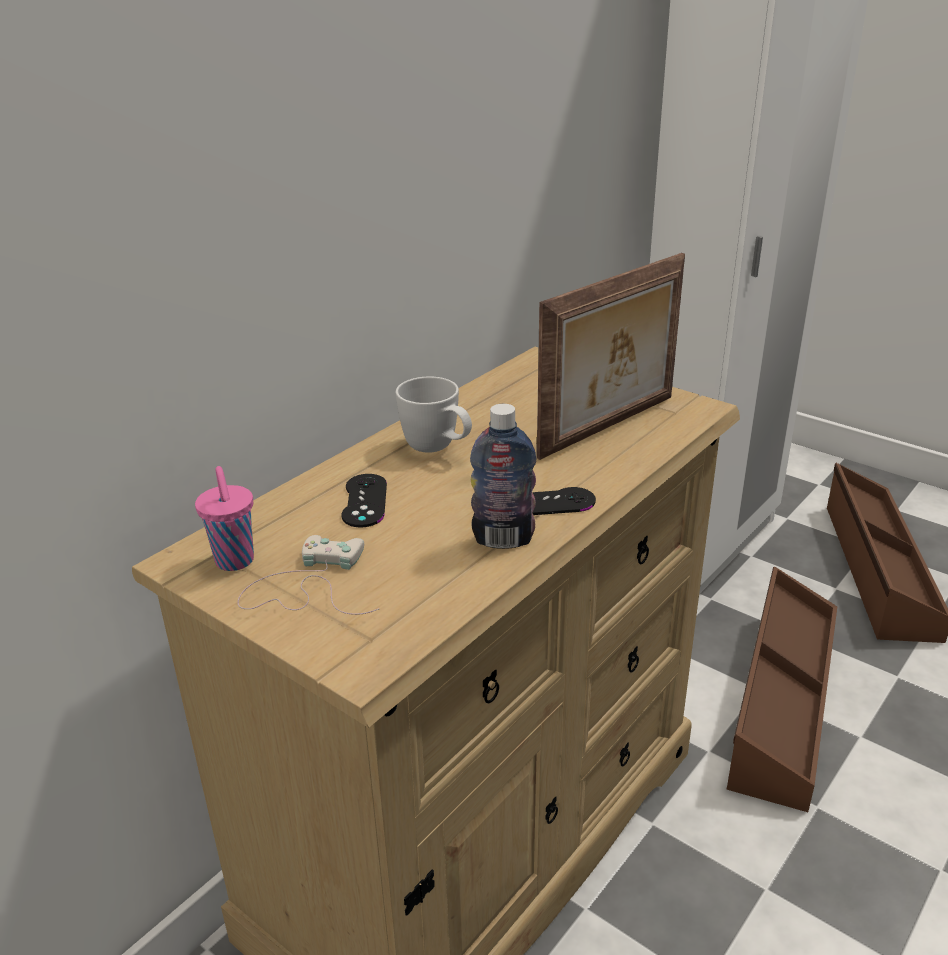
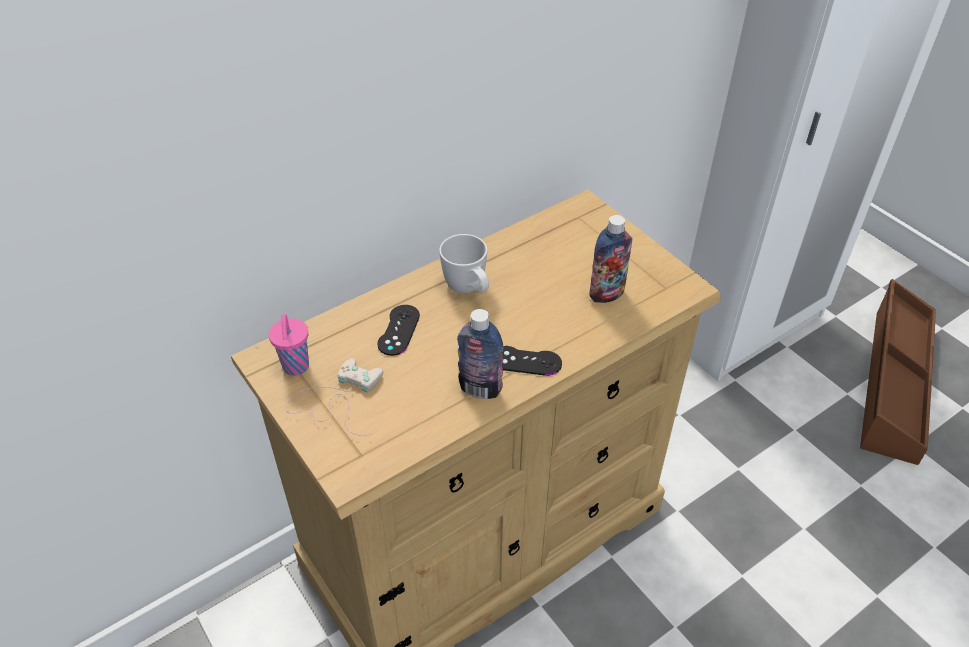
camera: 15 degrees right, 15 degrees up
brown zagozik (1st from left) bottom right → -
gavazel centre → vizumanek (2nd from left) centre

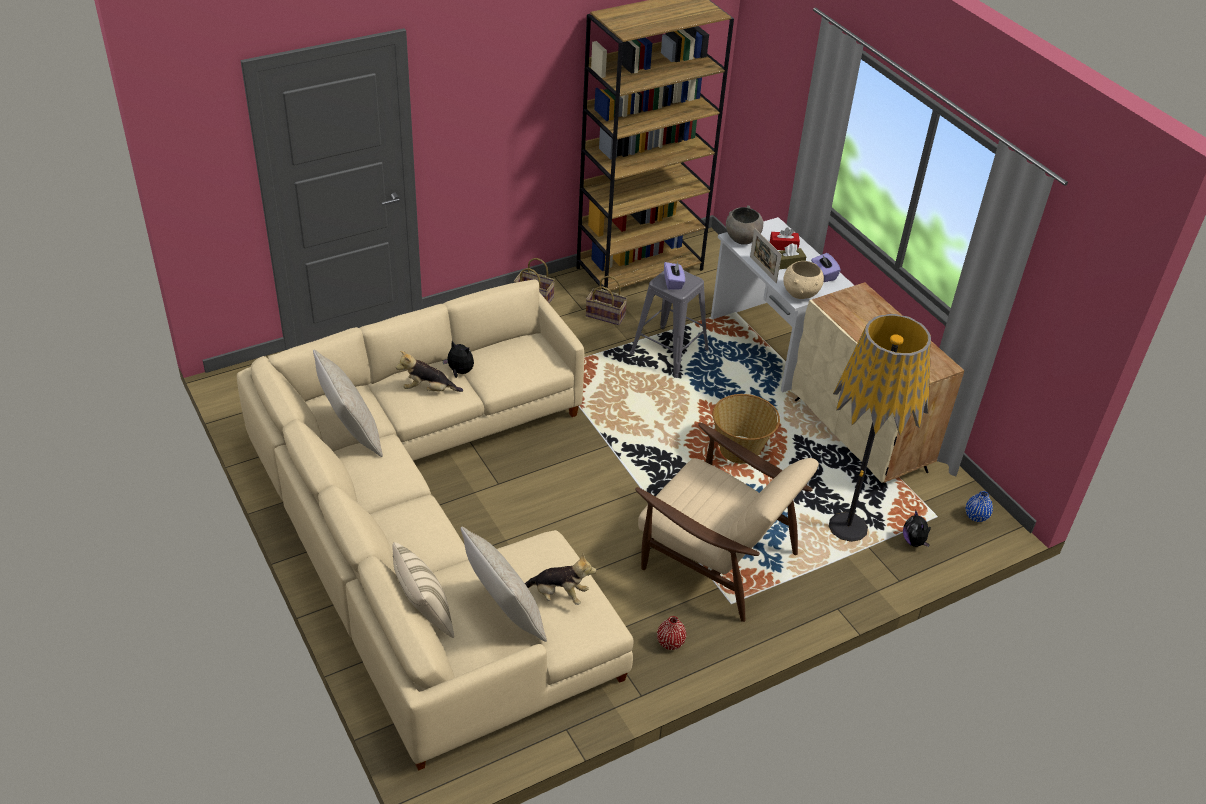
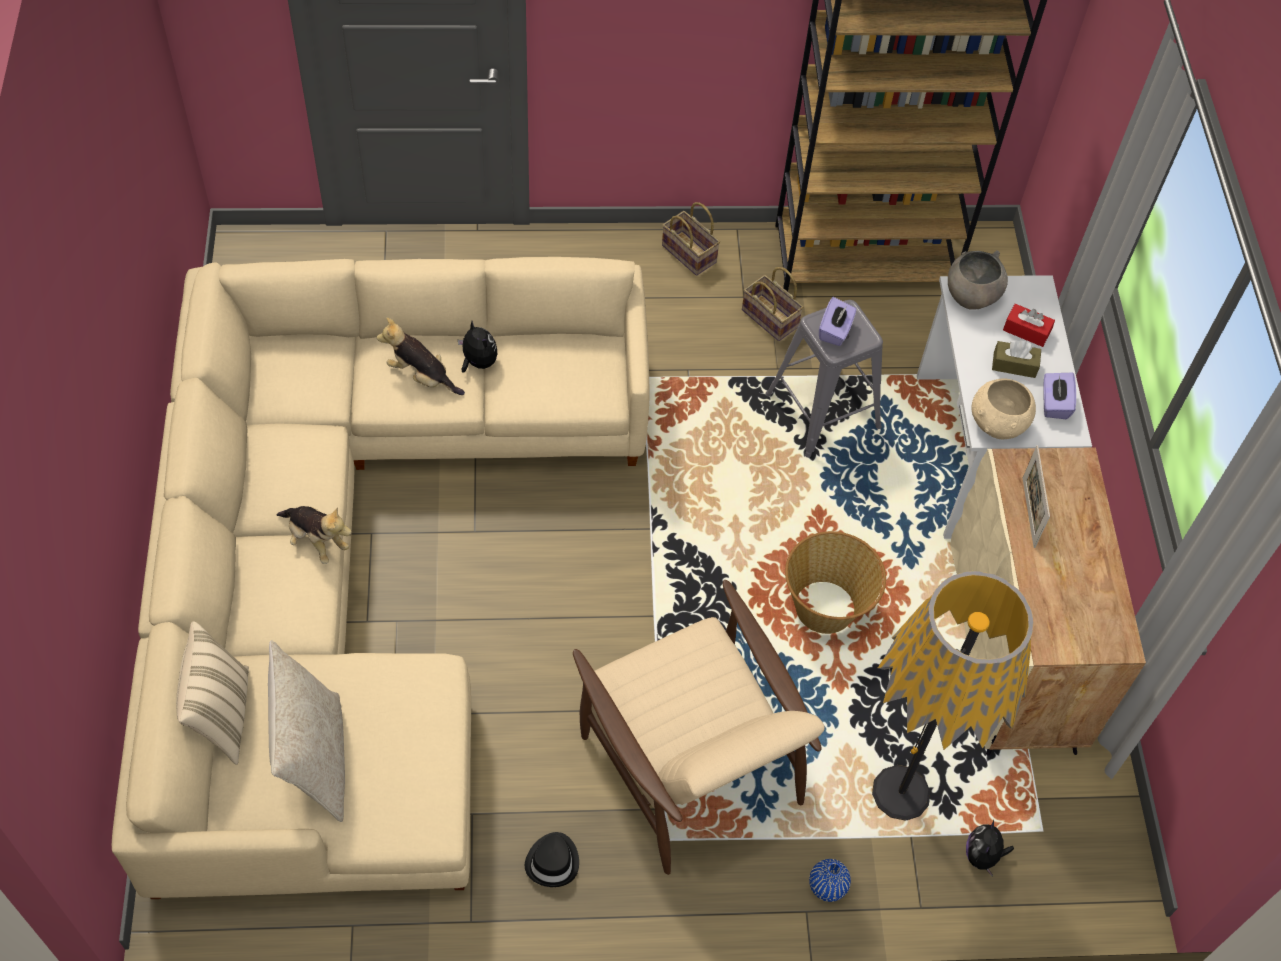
camera: 25 degrees right, 15 degrees up
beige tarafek (1st from left) middle left → -
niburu (3rd from left in the first image) bottom centre → niburu (1st from left) middle left, moved
gavazel top centre → gavazel middle right, moved
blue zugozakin middle right → blue zugozakin bottom centre, moved
red zugozakin bottom centre → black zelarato bottom centre

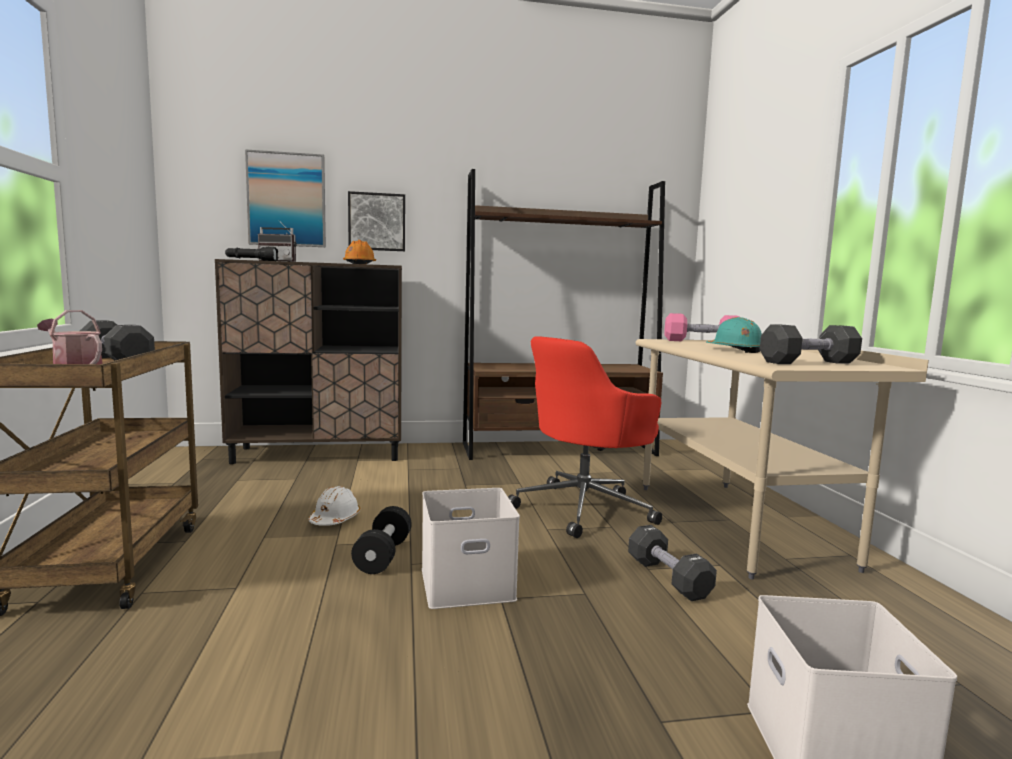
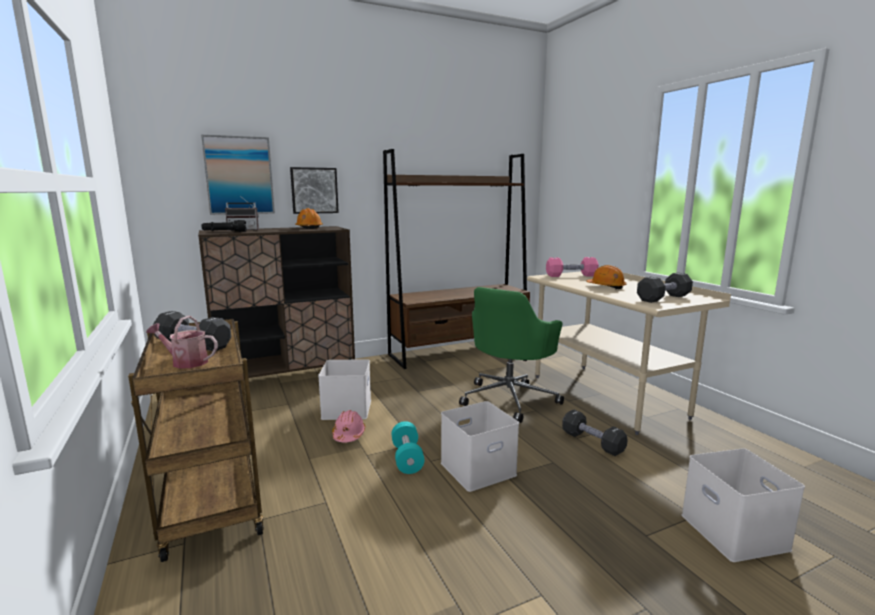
camera: 15 degrees left, 5 degrees up
- → white zagozik (1st from left) centre
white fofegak bottom left → pink fofegak bottom centre
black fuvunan (2nd from left) bottom centre → turquoise fuvunan bottom centre
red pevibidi centre → green pevibidi centre
turquoise fofegak middle right → orange fofegak (2nd from left) middle right

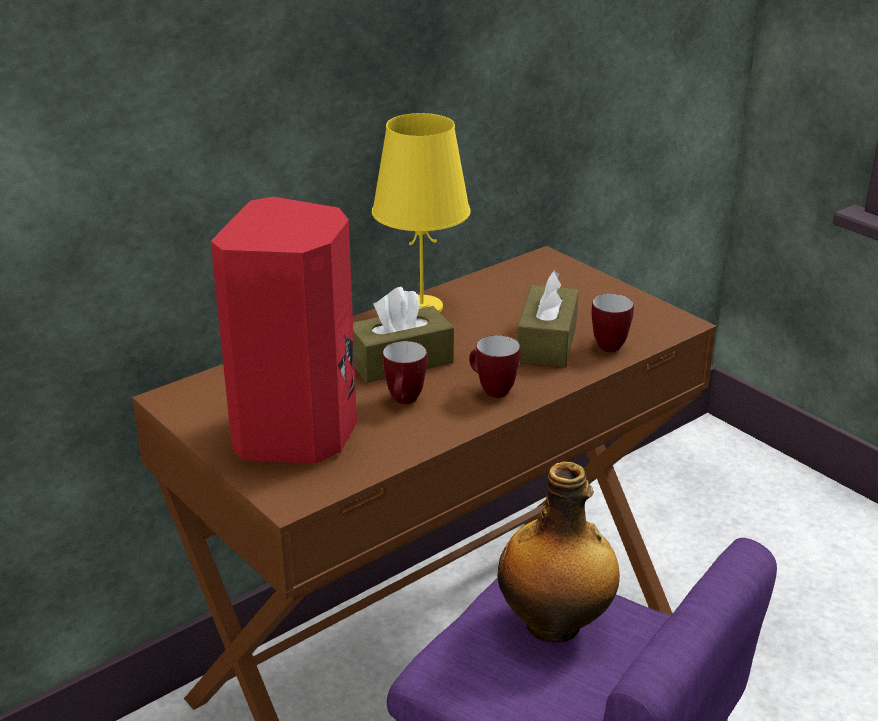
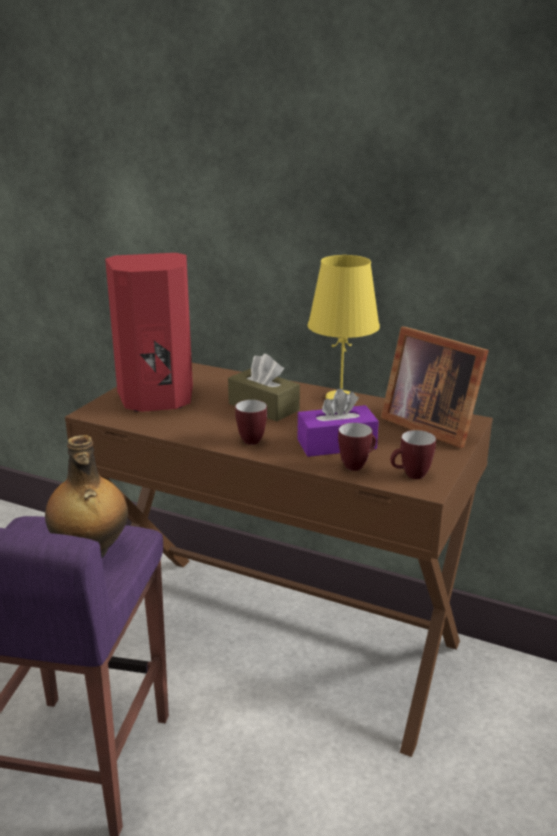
camera: 65 degrees right, 5 degrees down
- → gavazel middle right
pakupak (1st from left in the first image) centre → pakupak (3rd from left) middle right, moved
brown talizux (2nd from left) centre → purple talizux centre

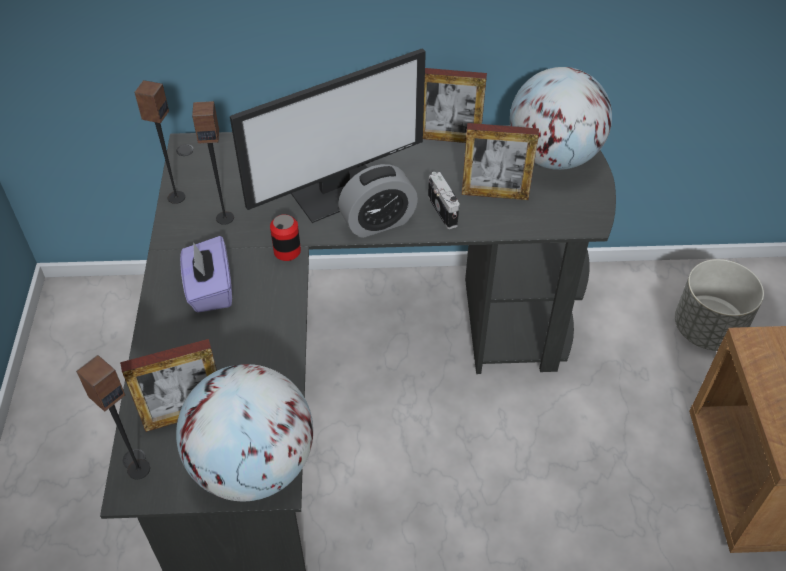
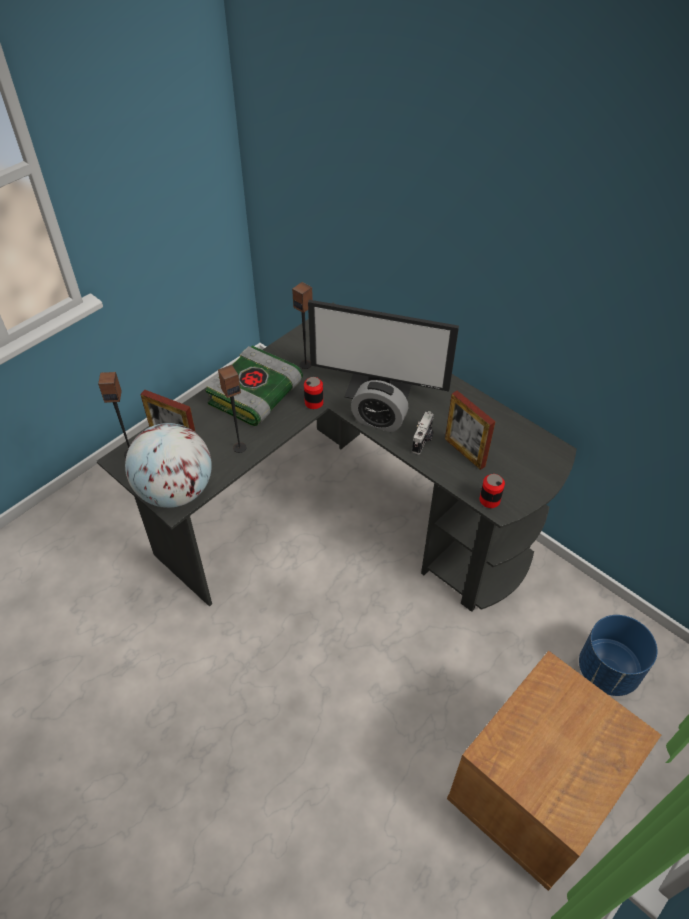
camera: 45 degrees right, 0 degrees up
gavazel (2nd from left) top centre → -
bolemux (2nd from left) top right → -
- → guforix (2nd from left) middle right
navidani (2nd from left) top left → navidani (2nd from left) centre, moved
purple talizux middle left → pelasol centre
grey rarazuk middle right → blue rarazuk bottom right

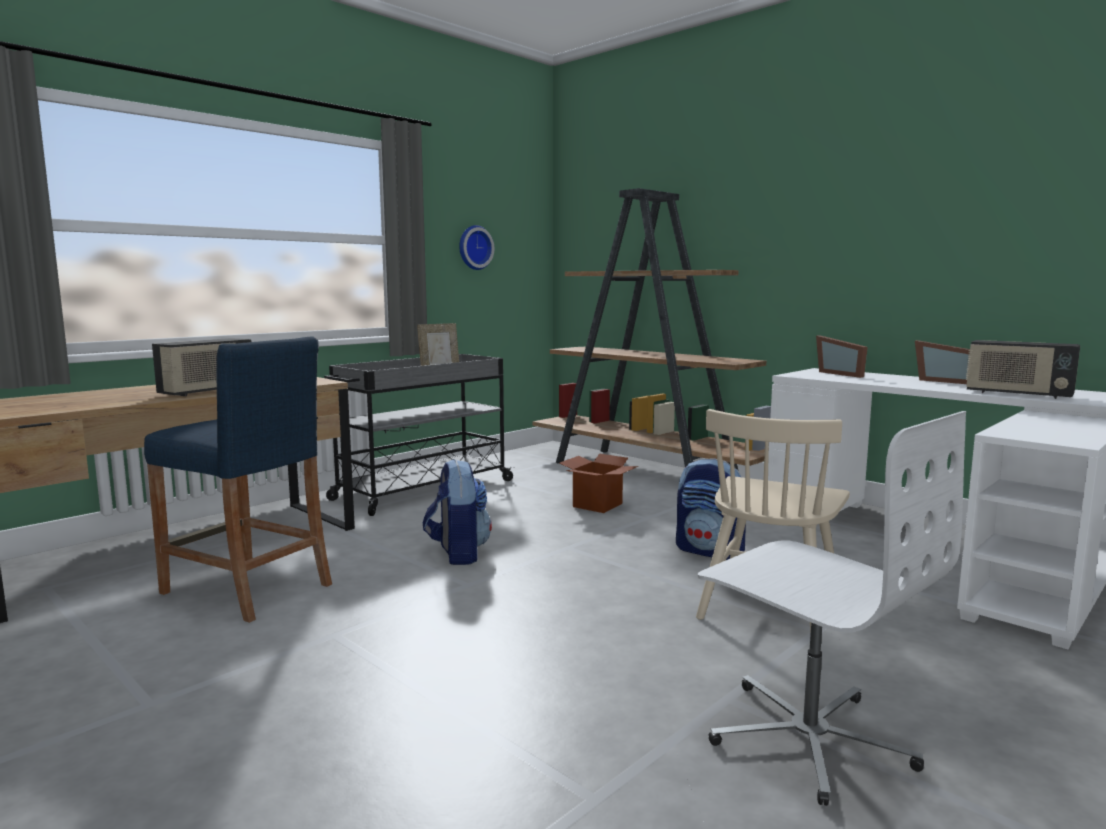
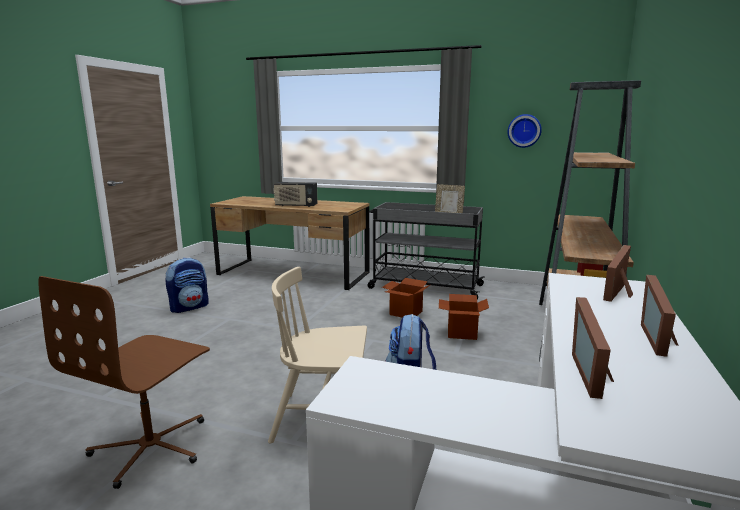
camera: 65 degrees right, 5 degrees up
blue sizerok middle left → -
- → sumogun (1st from left) centre
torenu (1st from left) centre → torenu (1st from left) middle left, moved
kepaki (2nd from left) middle right → gavazel (2nd from left) bottom right
white pevibidi bottom right → brown pevibidi bottom left

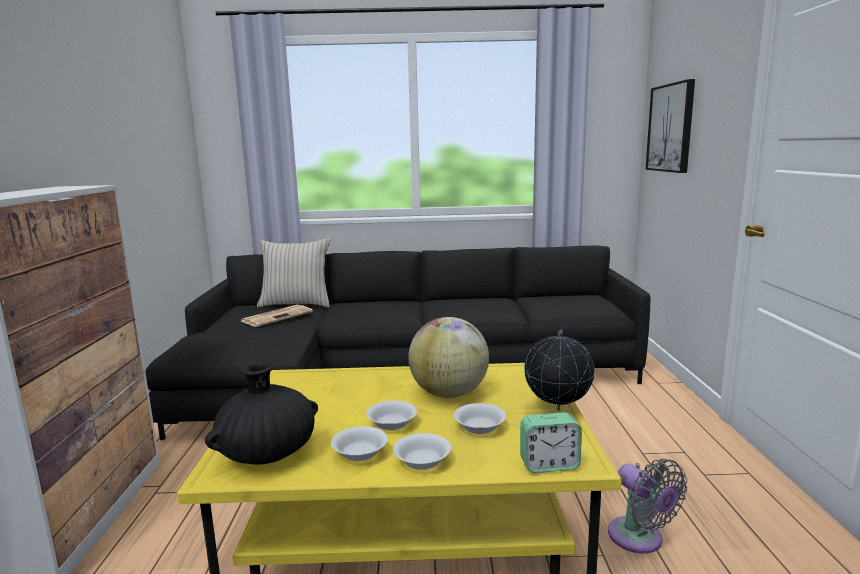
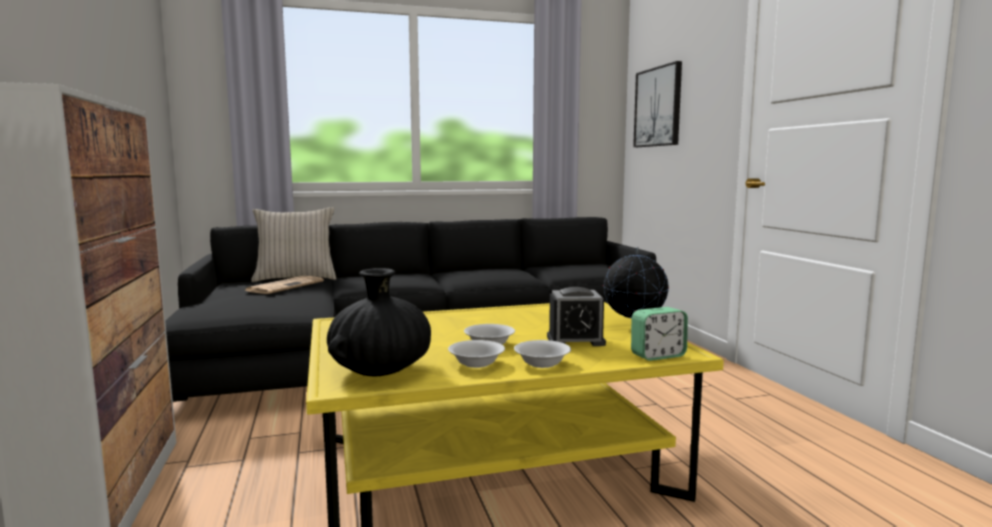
camera: 15 degrees left, 5 degrees down
bolemux (1st from left) centre → -
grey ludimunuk bottom right → -
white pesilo (4th from left) bottom centre → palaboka (1st from left) centre

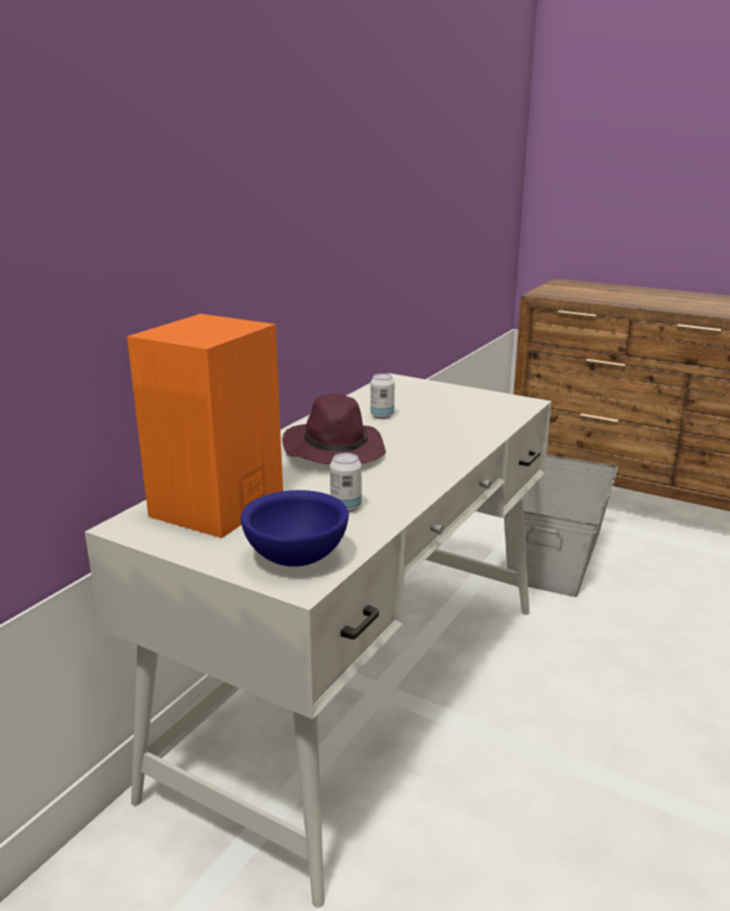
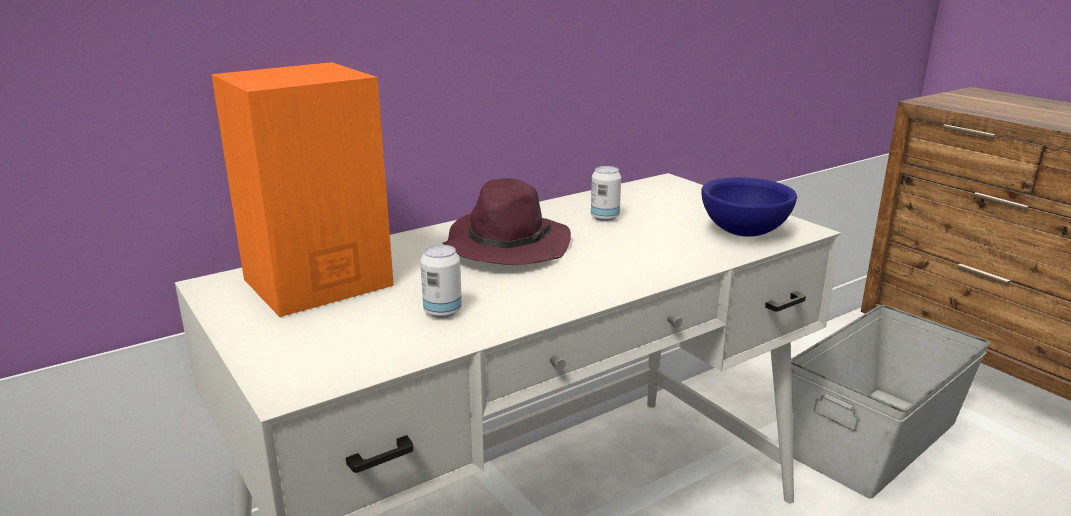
camera: 25 degrees right, 0 degrees up
blue pesilo centre → blue pesilo middle right, moved

